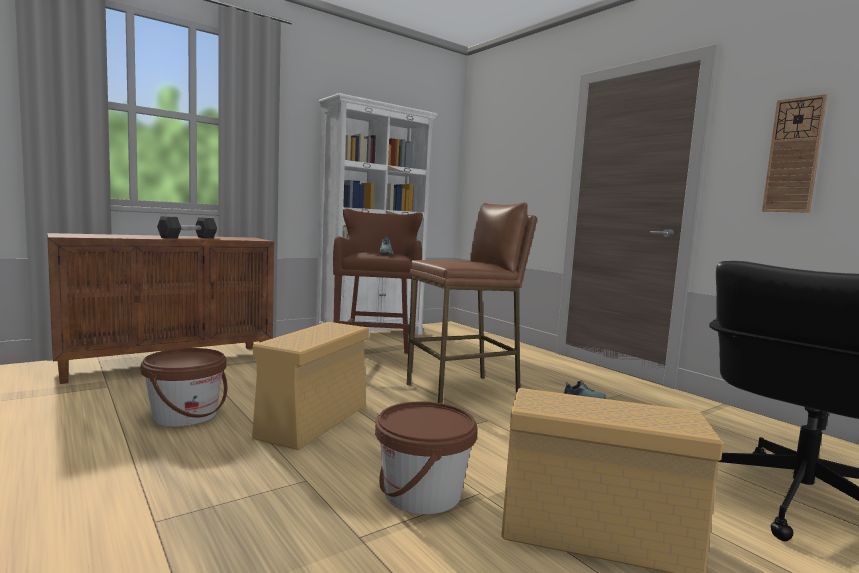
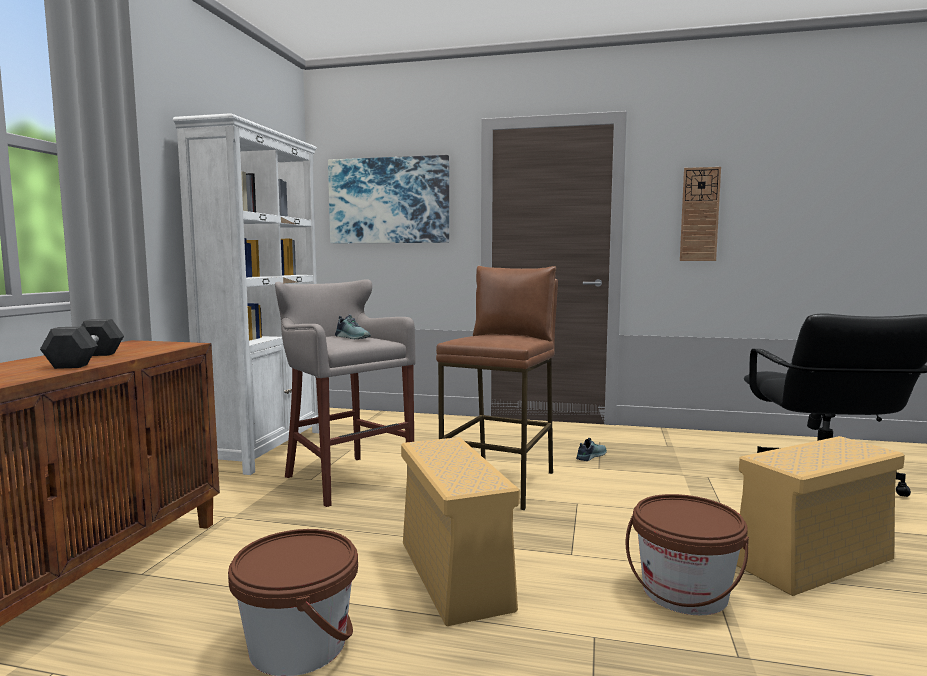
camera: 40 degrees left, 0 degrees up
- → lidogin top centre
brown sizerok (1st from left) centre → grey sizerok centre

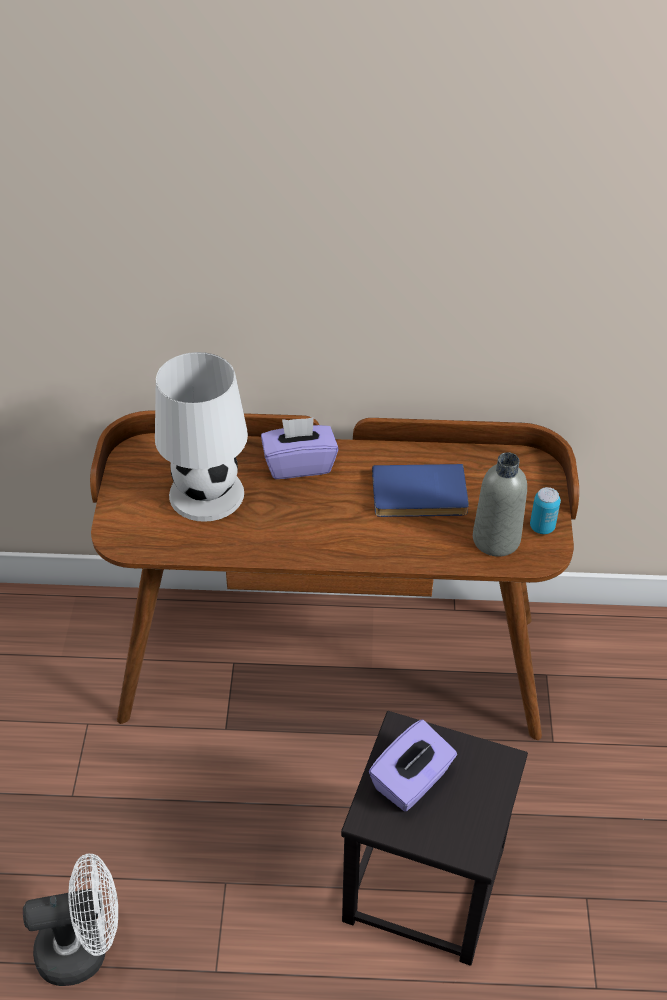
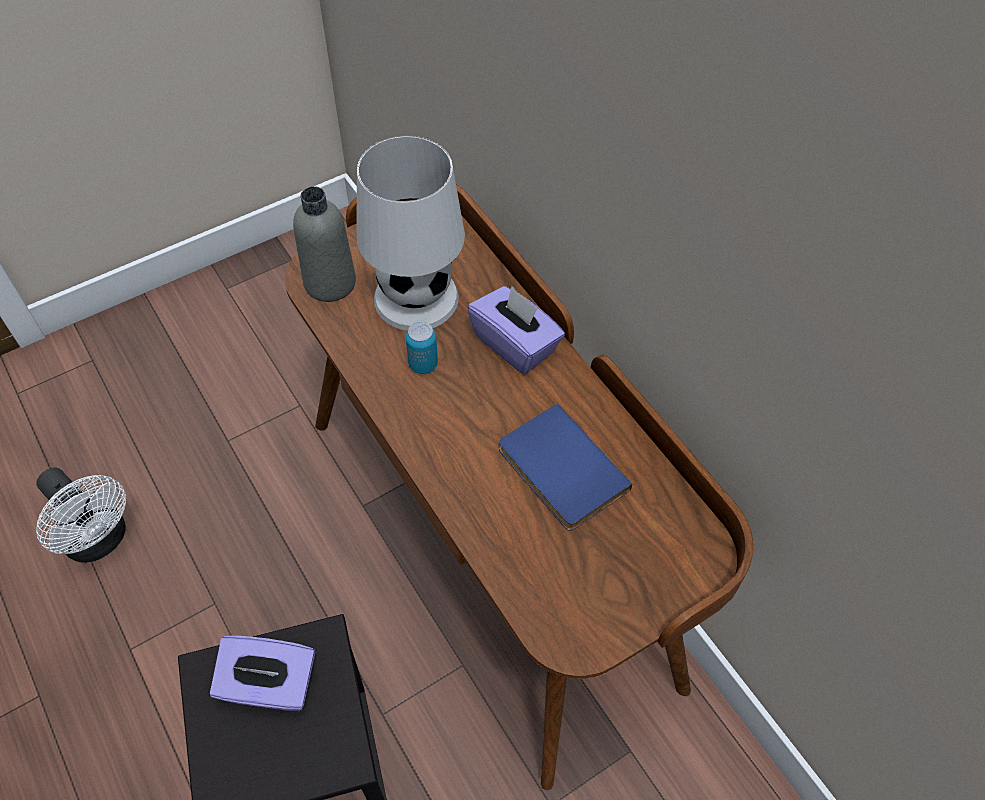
camera: 55 degrees right, 10 degrees up
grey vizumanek middle right → grey vizumanek top left, moved
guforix middle right → guforix centre, moved

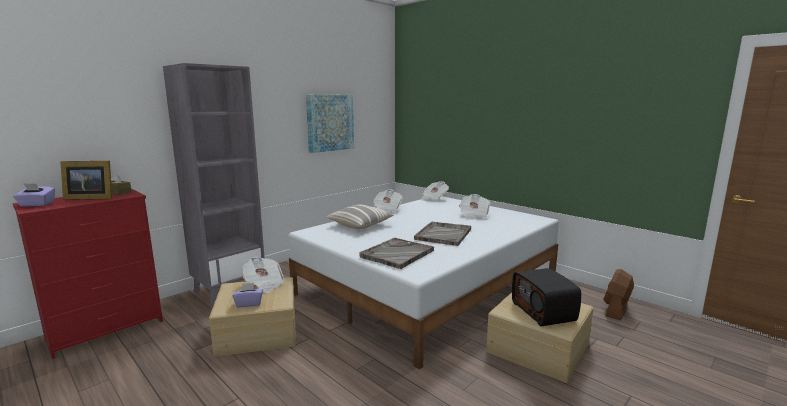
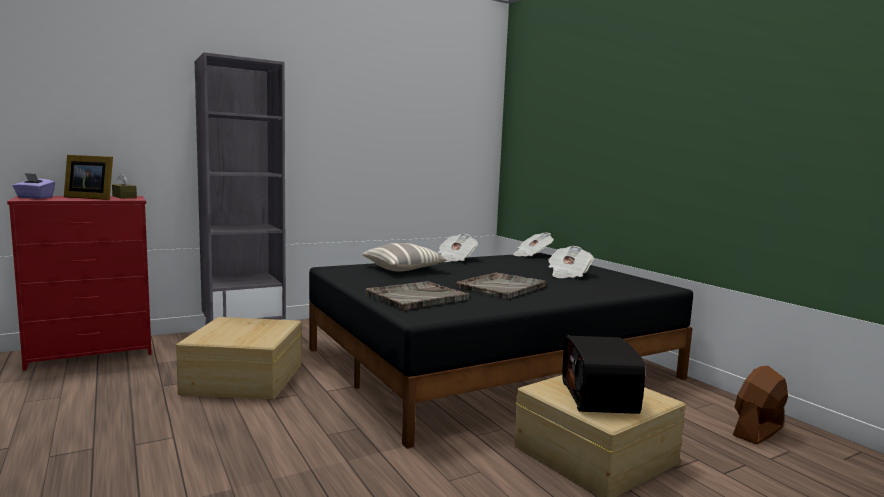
camera: 15 degrees right, 5 degrees down
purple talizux (2nd from left) bottom left → -
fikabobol (1st from left) bottom centre → -
lidogin top centre → -
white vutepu bottom centre → black vutepu bottom centre

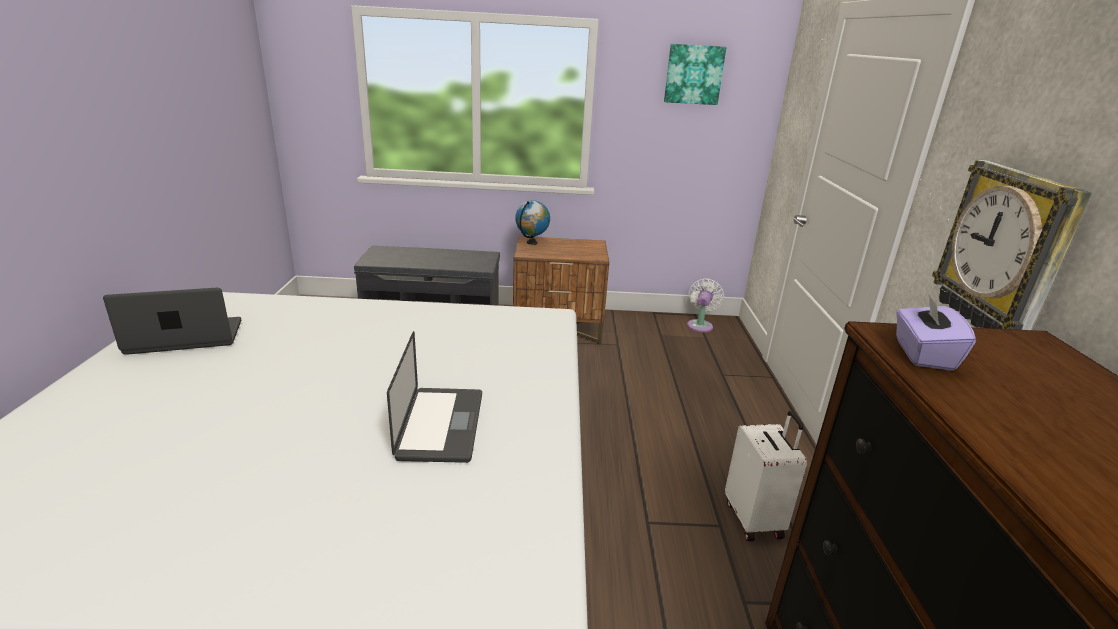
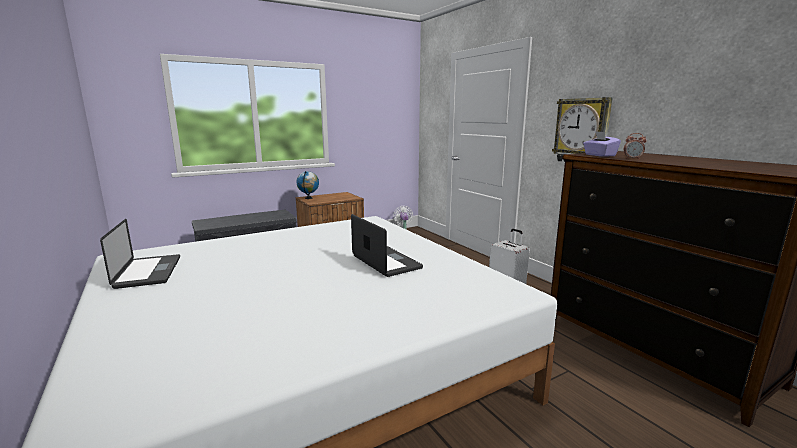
camera: 30 degrees left, 10 degrees down
lidogin top centre → -
- → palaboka top right
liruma (1st from left) middle left, 120 degrees clockwise

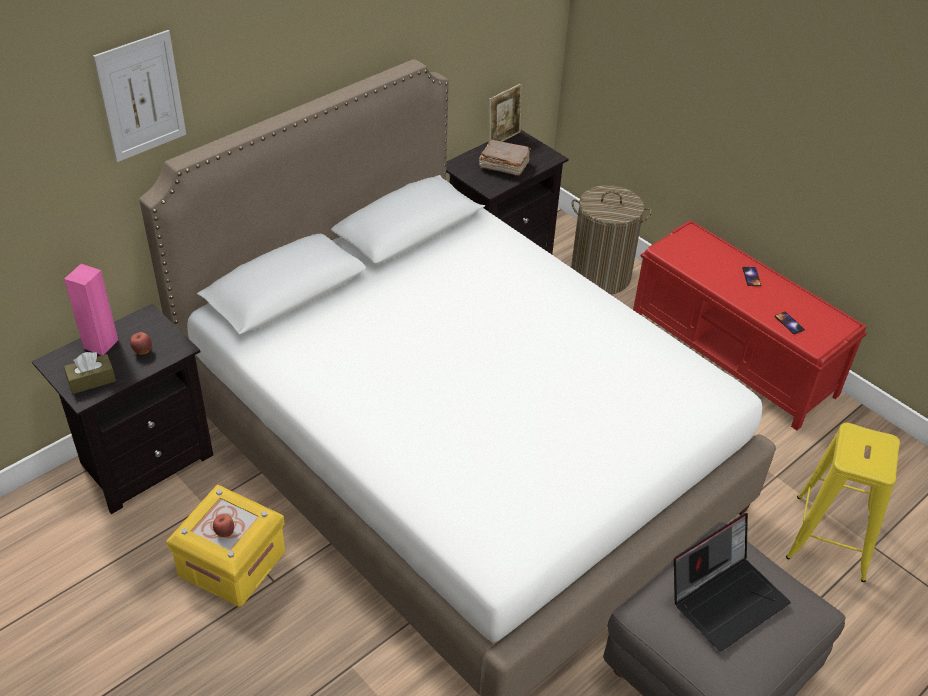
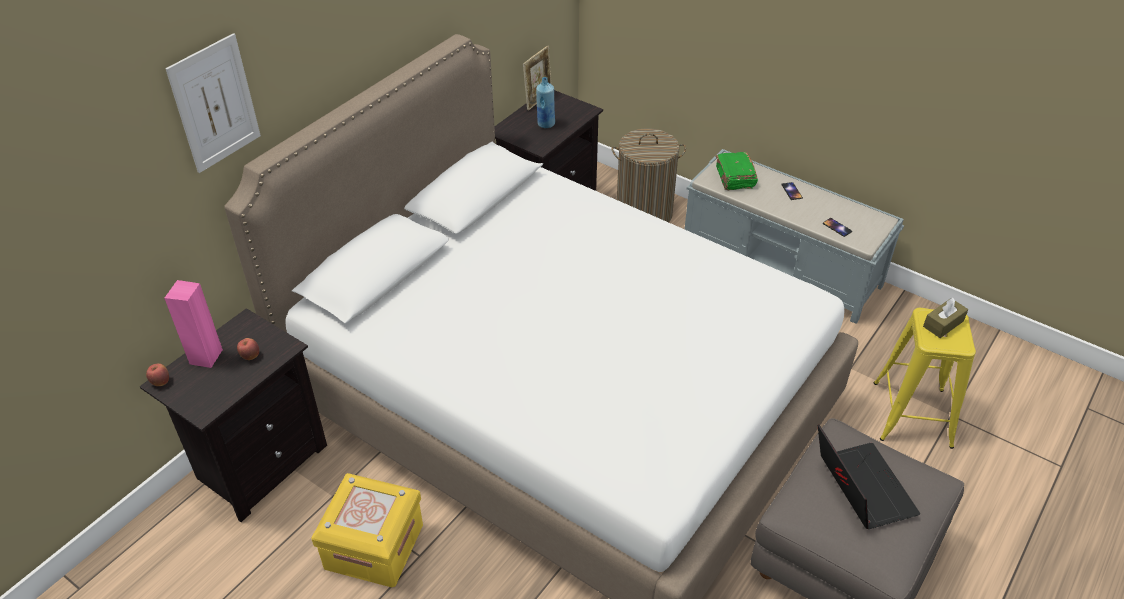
camera: 10 degrees left, 0 degrees up
- → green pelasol top centre
brown talizux middle left → brown talizux middle right, moved
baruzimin (2nd from left in the first image) bottom left → baruzimin (1st from left) middle left, moved
brown pelasol top centre → blue vizumanek top centre
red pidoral middle right → grey pidoral middle right
liruma bottom right, 60 degrees counterclockwise

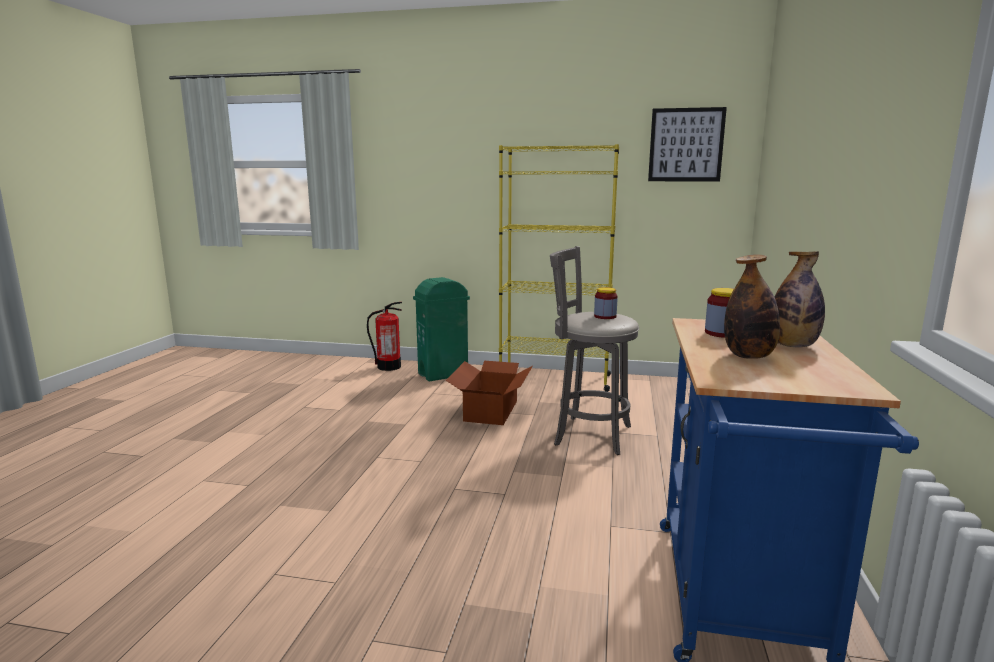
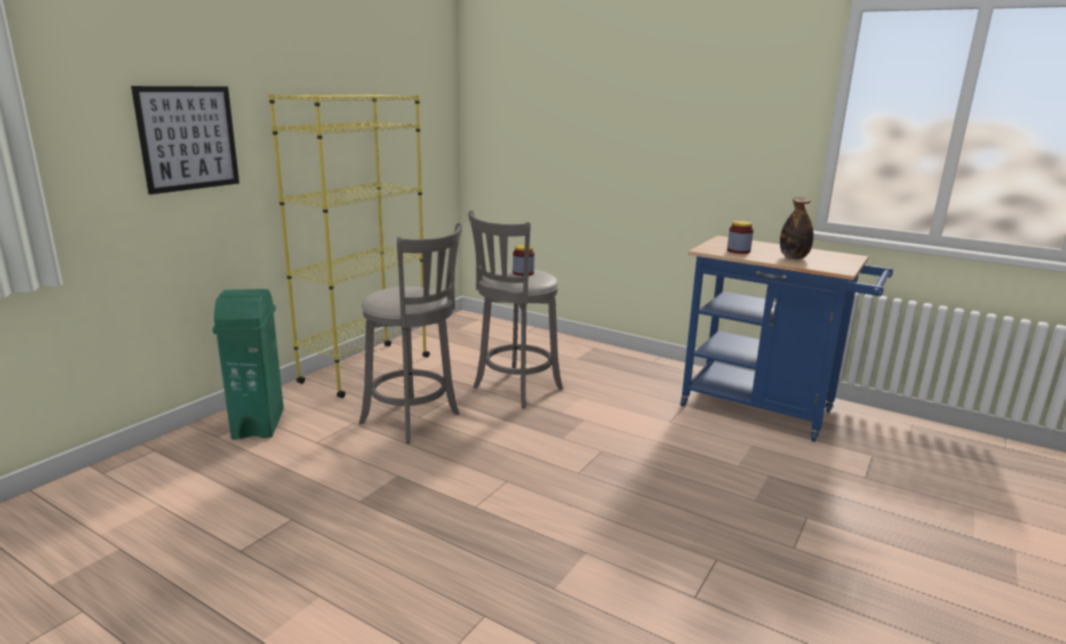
camera: 70 degrees left, 5 degrees up
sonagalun centre → -
vizumanek (2nd from left) middle right → -
lidogin top right → lidogin top left, moved
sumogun centre → grey sizerok (1st from left) centre

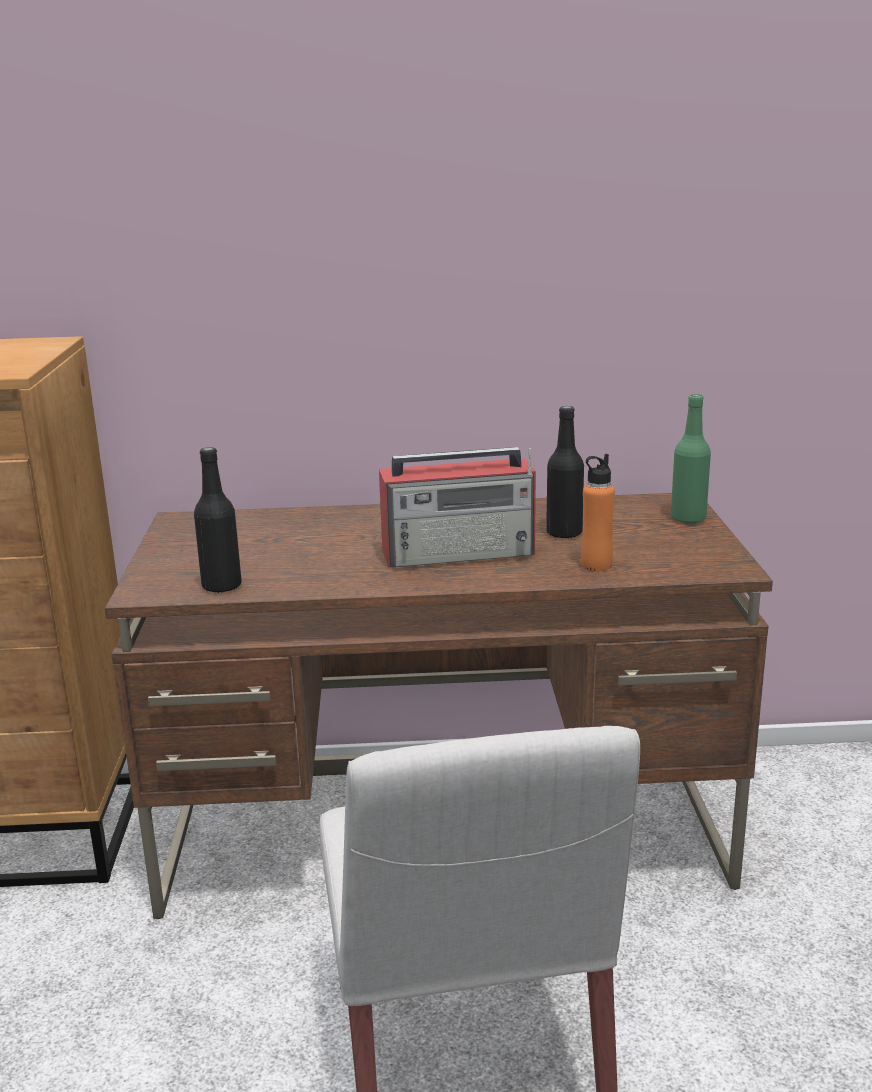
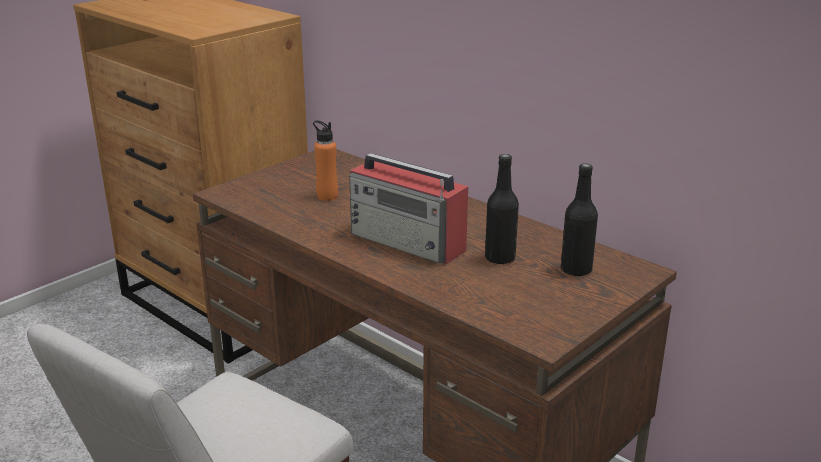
camera: 45 degrees right, 5 degrees up
green vizumanek middle right → -
black vizumanek (1st from left in the first image) middle left → black vizumanek (2nd from left) middle right, moved
orange vizumanek middle right → orange vizumanek centre, moved

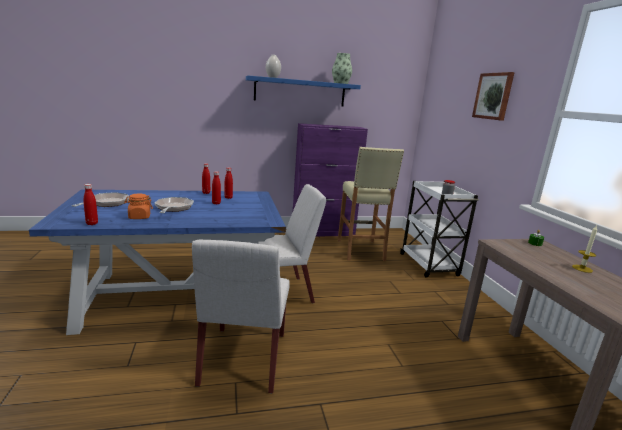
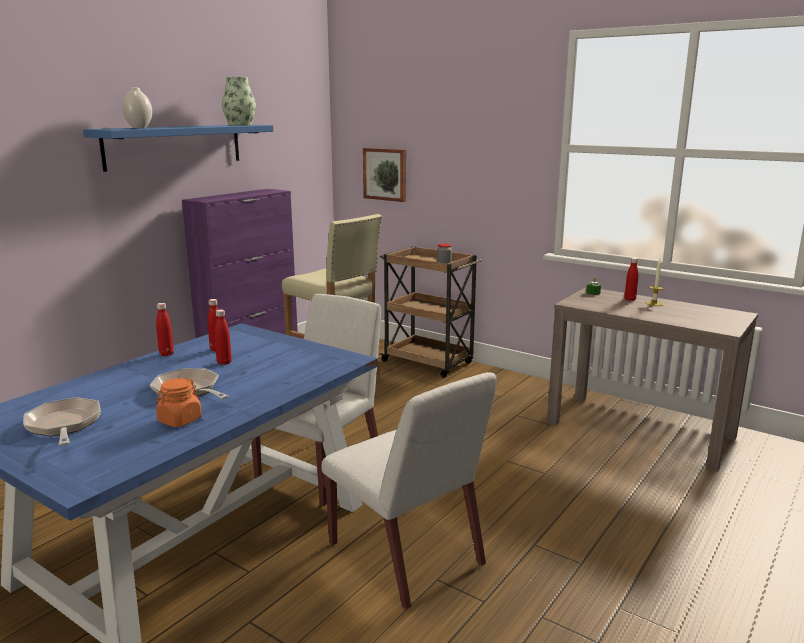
camera: 40 degrees left, 0 degrees up
red vizumanek (1st from left in the first image) middle left → red vizumanek (4th from left) middle right, moved
lidogin top right → lidogin top centre, moved
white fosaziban middle right → brown fosaziban centre

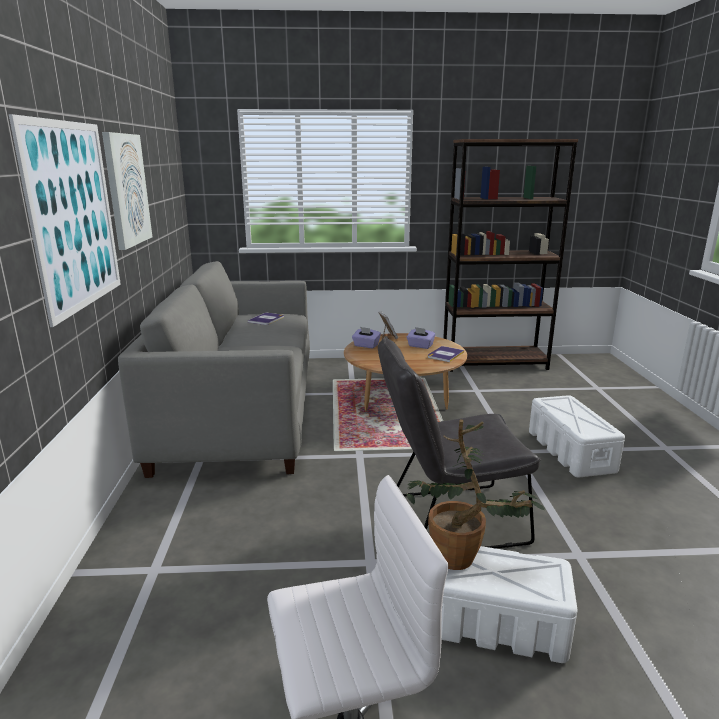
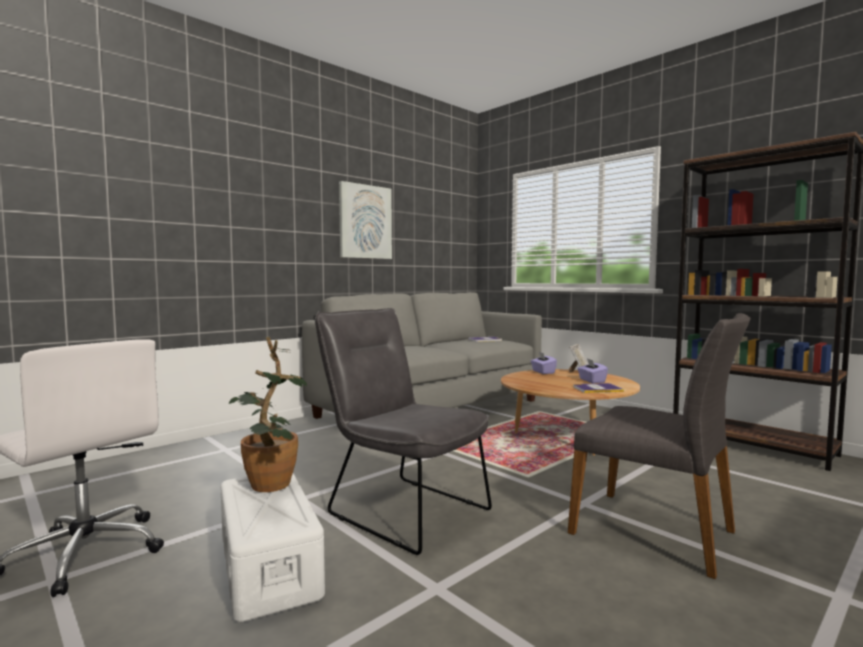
camera: 50 degrees right, 15 degrees down
lidogin (1st from left) top left → -
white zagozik (2nd from left) middle right → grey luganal (2nd from left) bottom right

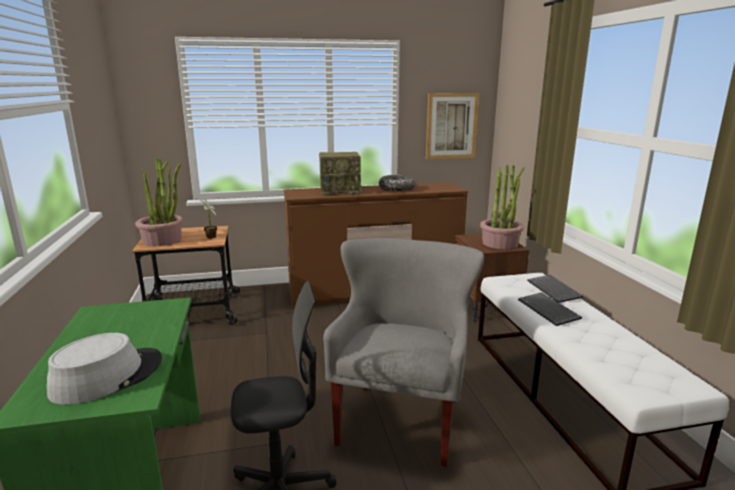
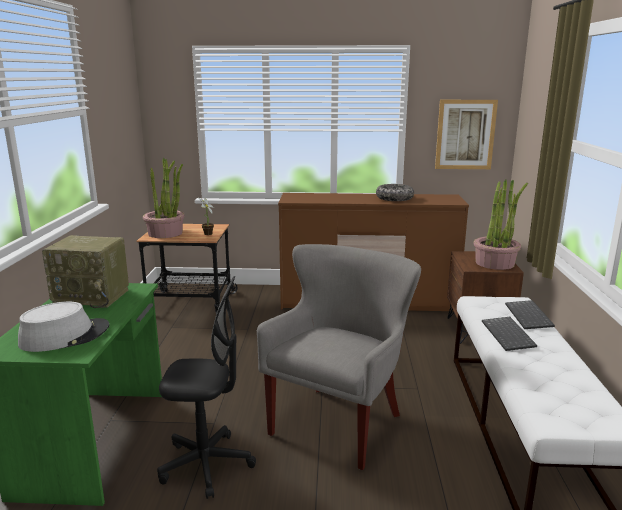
camera: 15 degrees right, 0 degrees up
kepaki centre → kepaki middle left, moved

